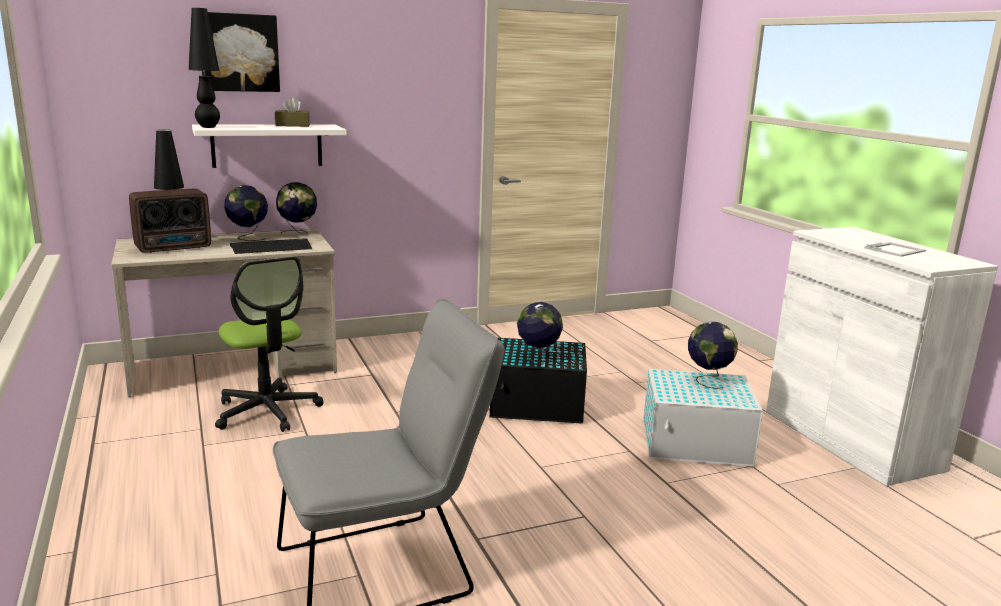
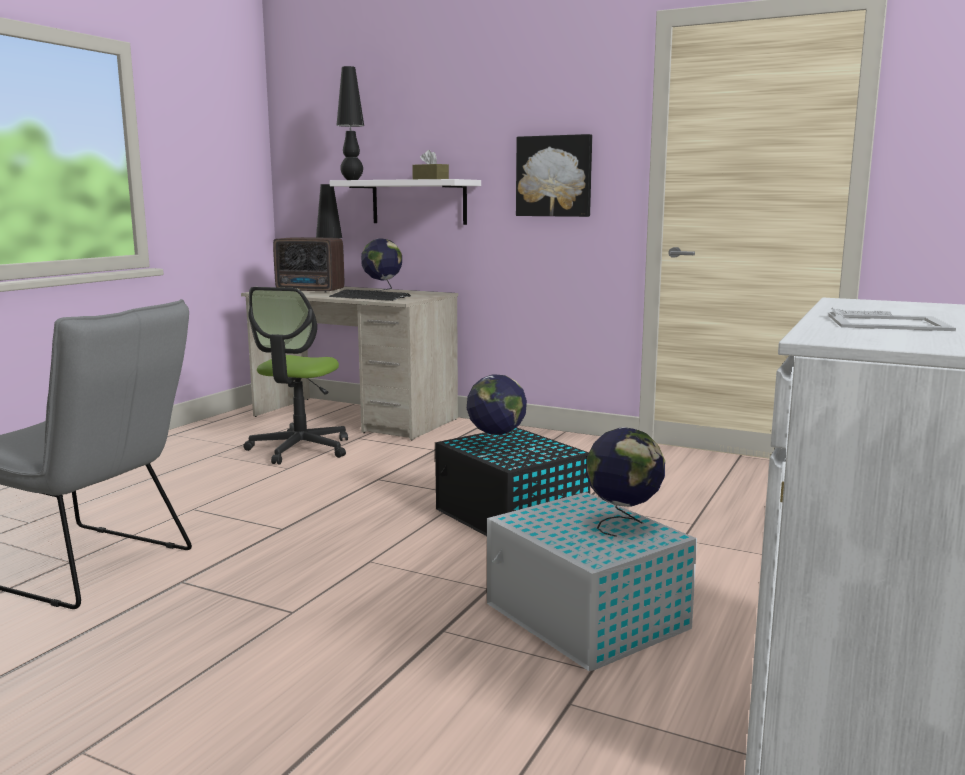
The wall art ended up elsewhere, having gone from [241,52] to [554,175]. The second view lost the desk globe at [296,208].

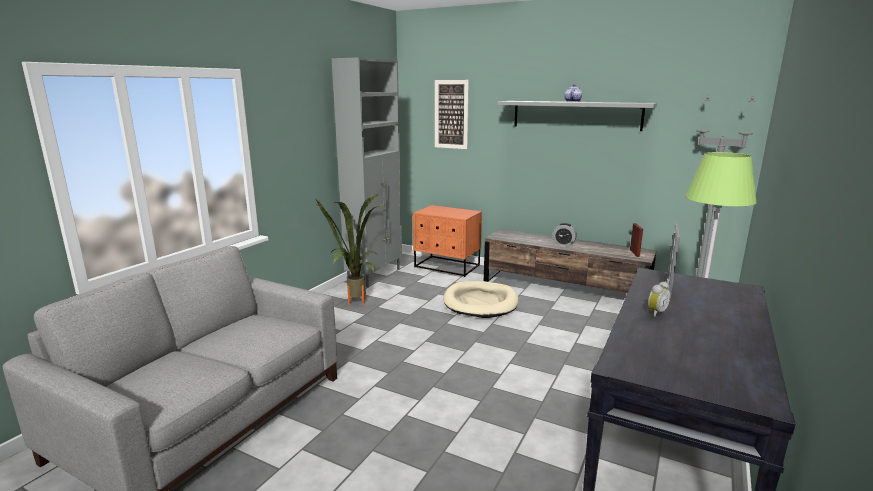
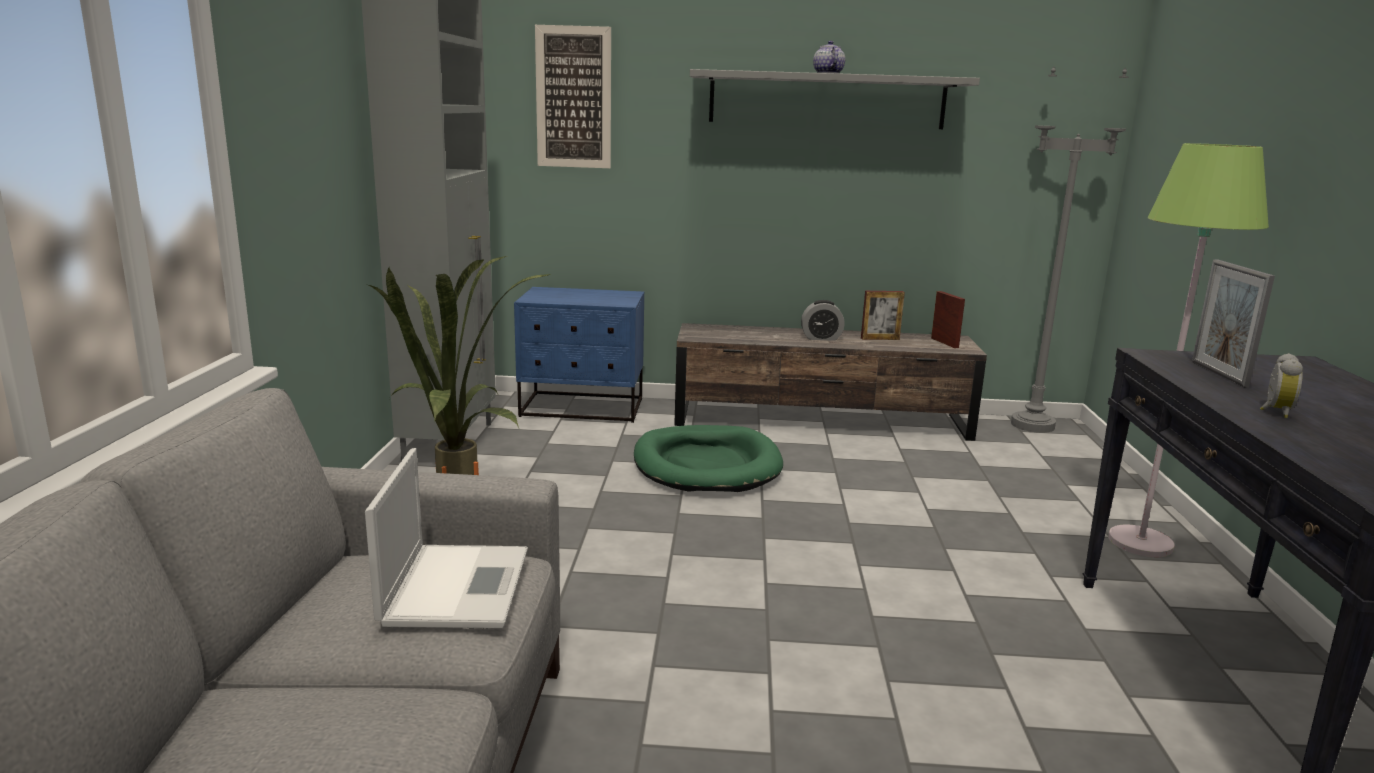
What was the orange bedside table at [447,241] turned into the bluish bedside table at [579,355]. What was the sand-coloured dog bed at [481,299] turned into the greenish dog bed at [708,458]. The second view gained the photo frame at [883,315]. The second view gained the notebook computer at [446,538].

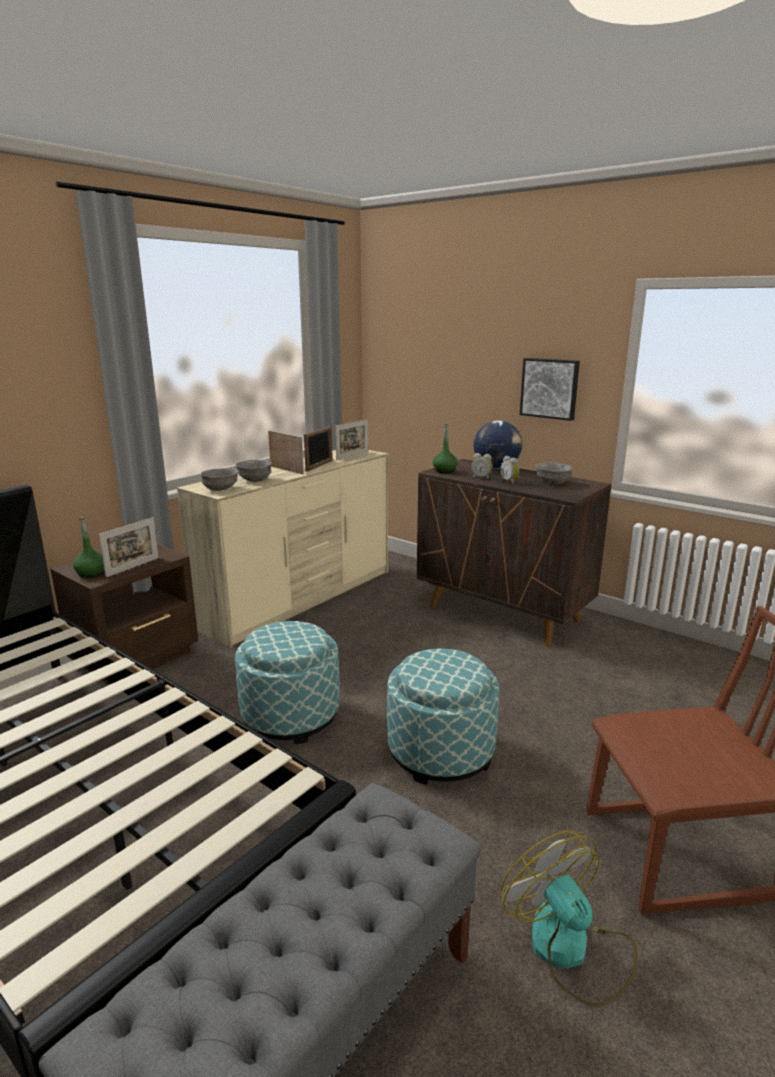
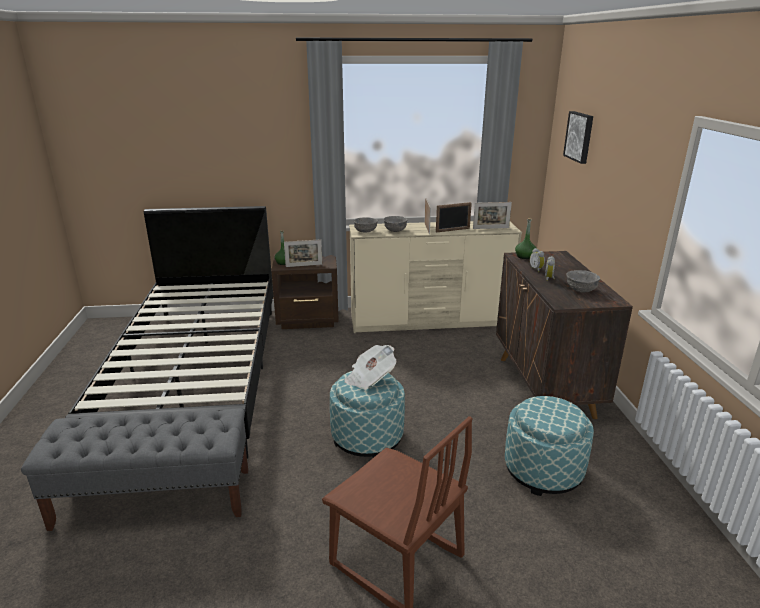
The wall art ended up elsewhere, having gone from [550,389] to [578,137]. The second view lost the desk globe at [498,444]. The pouffe ended up elsewhere, having gone from [287,682] to [549,446]. The second view lost the electric fan at [570,919]. The second view gained the printed paper at [370,367].

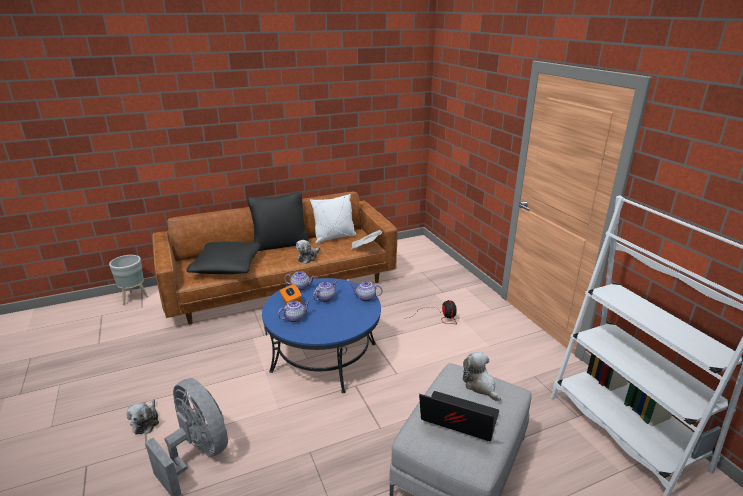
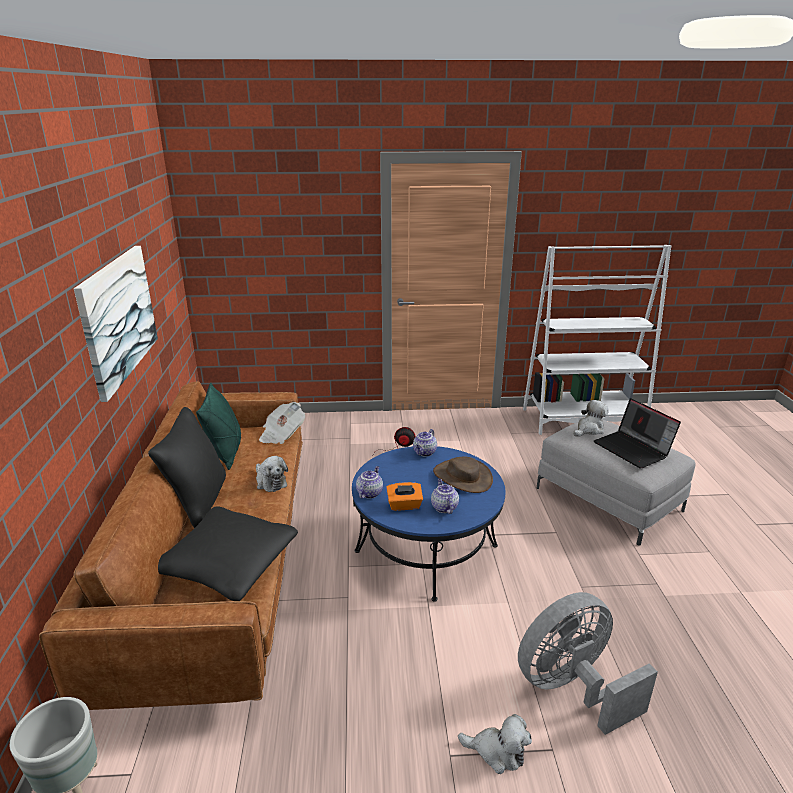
What was the white-coloured pillow at [333,219] turned into the greenish pillow at [218,426]. The second view lost the tea pot at [325,291]. The soft toy at [481,377] ended up facing another way, 150 degrees clockwise from before. The notebook computer at [459,416] ended up facing another way, 75 degrees counterclockwise from before. The second view gained the wall art at [116,324]. The second view gained the brownish wearable hat at [463,475].

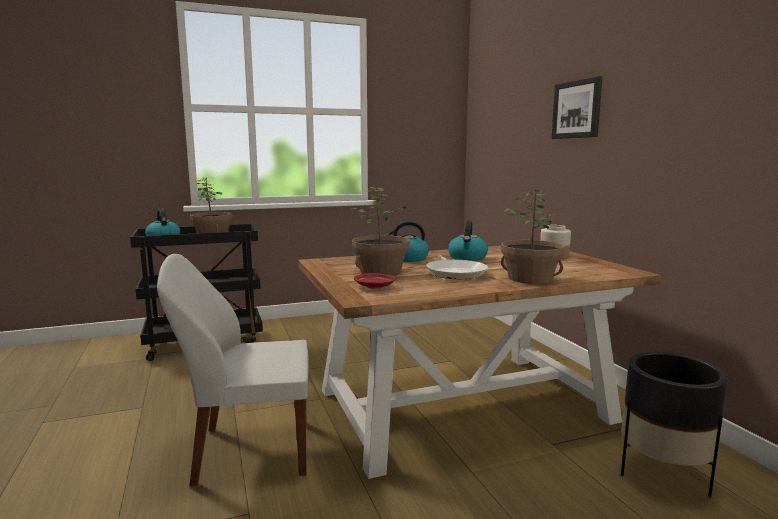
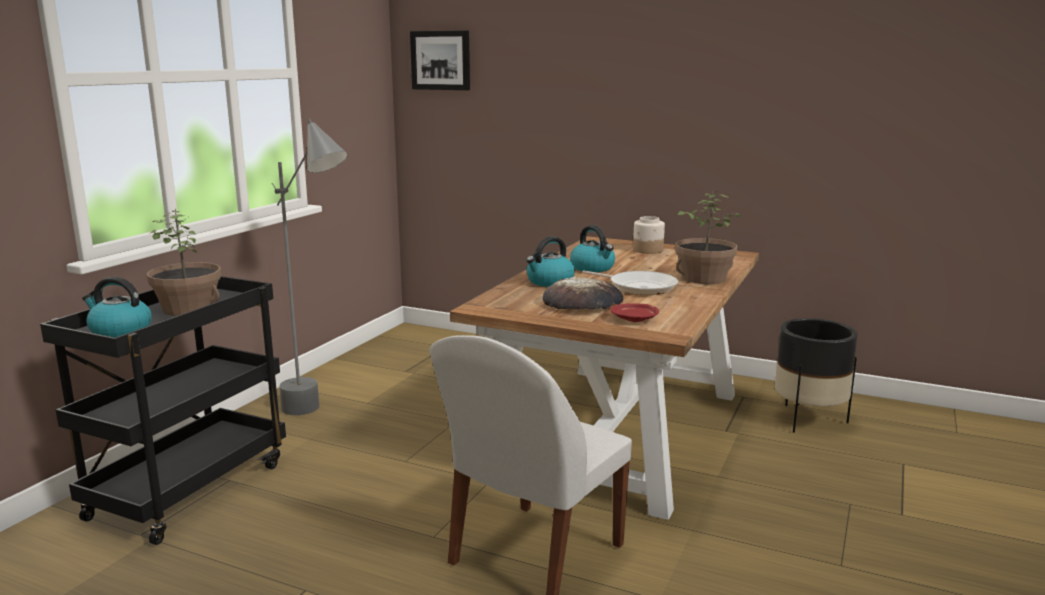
The wall art ended up elsewhere, having gone from [577,107] to [440,60]. Where the plant in a pot stood at [380,231], the baked bread came to stand at [582,293]. The second view gained the grey floor lamp at [310,266].

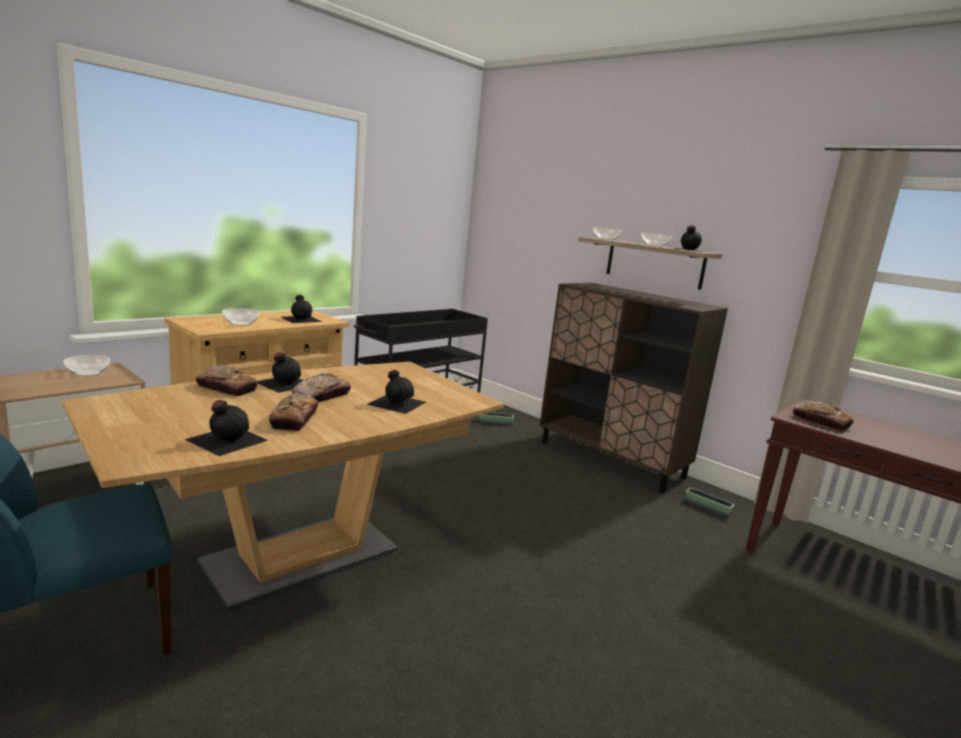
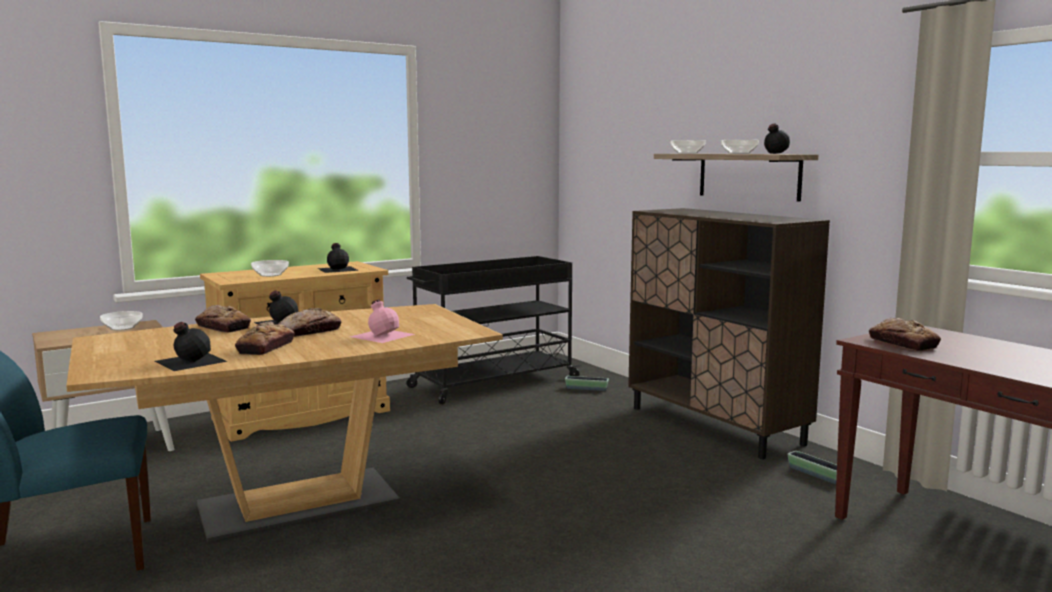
What was the blackish drink bottle at [396,391] turned into the pinkish drink bottle at [382,321].

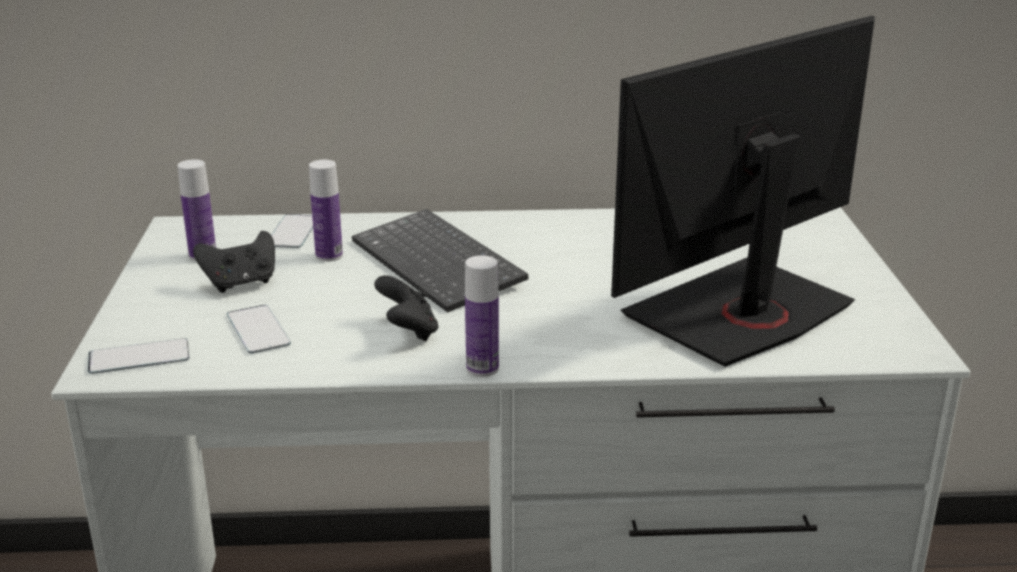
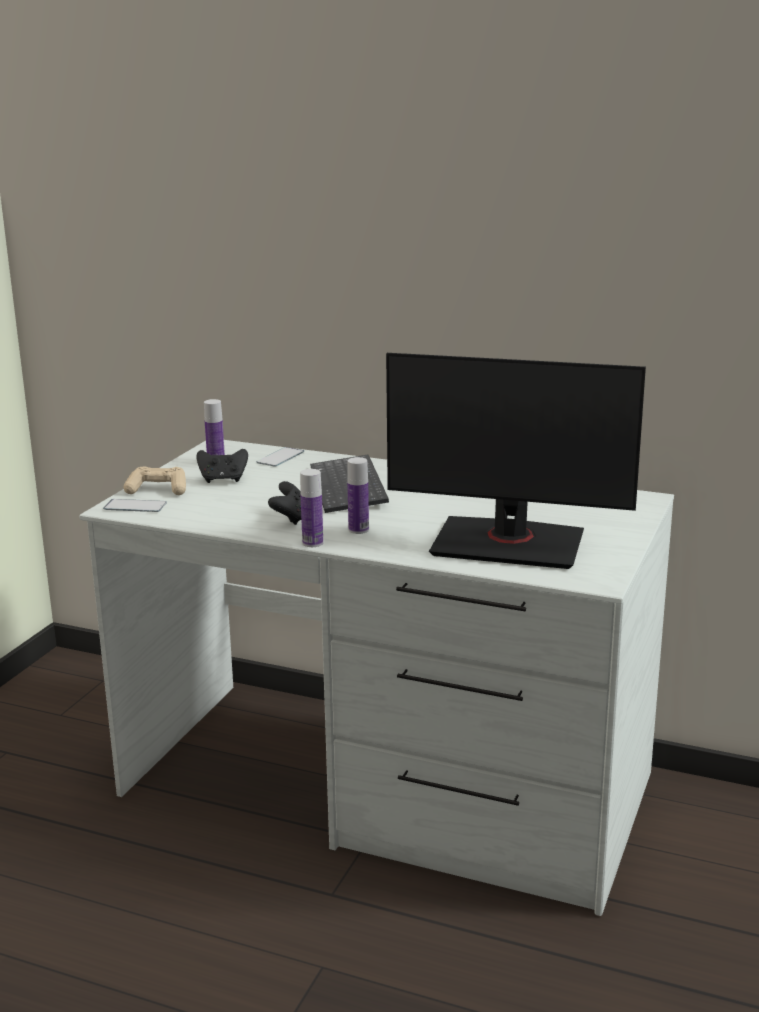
The computer screen at [743,191] ended up facing another way, 150 degrees counterclockwise from before. The drink bottle ended up elsewhere, having gone from [326,211] to [358,495]. The second view lost the phone at [259,329]. The second view gained the sand-coloured gamepad at [154,481].

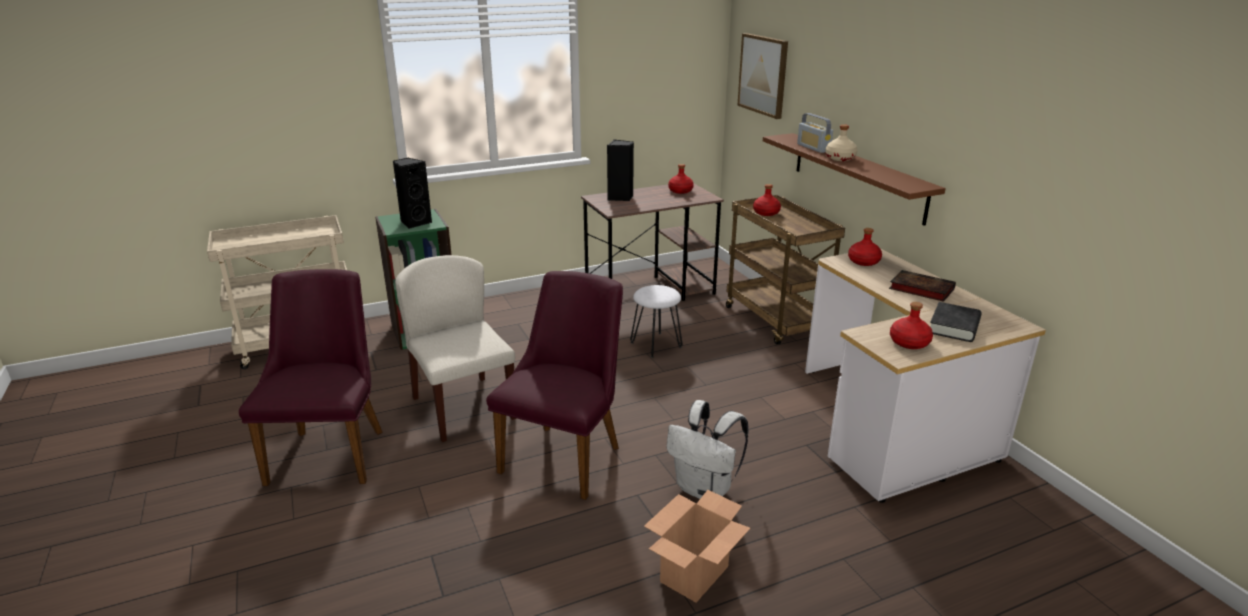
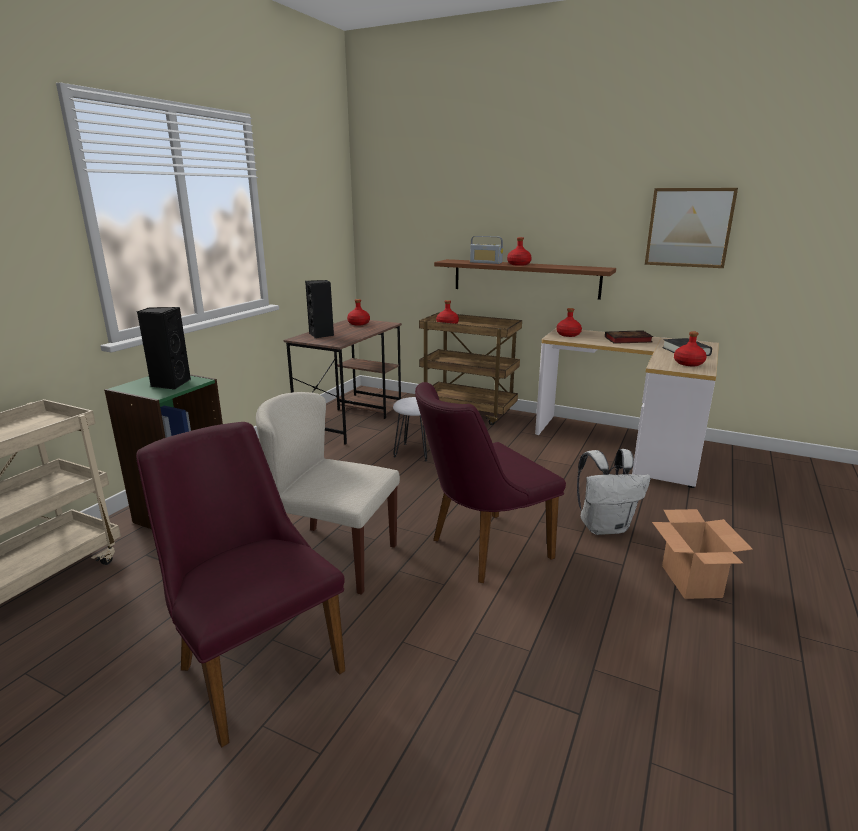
The wall art ended up elsewhere, having gone from [762,76] to [691,228]. What was the sand-coloured drink bottle at [841,142] turned into the red-coloured drink bottle at [519,251]. The purple-coloured upright chair at [554,385] ended up facing another way, 105 degrees counterclockwise from before.

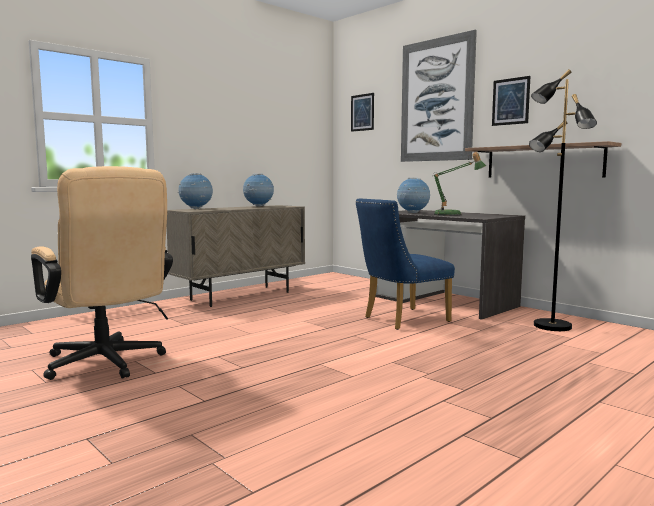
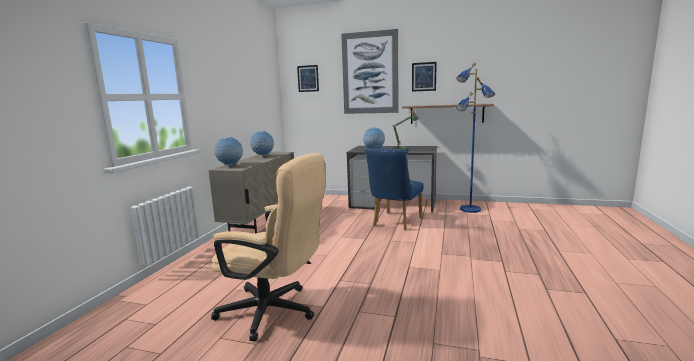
What was the blackish floor lamp at [563,200] turned into the bluish floor lamp at [475,138].

